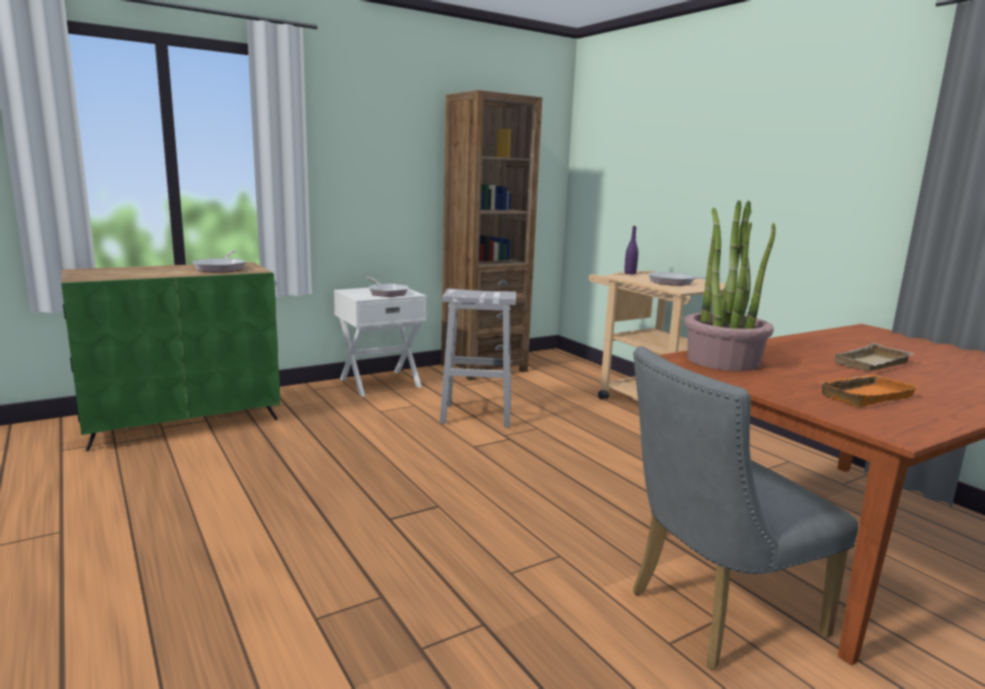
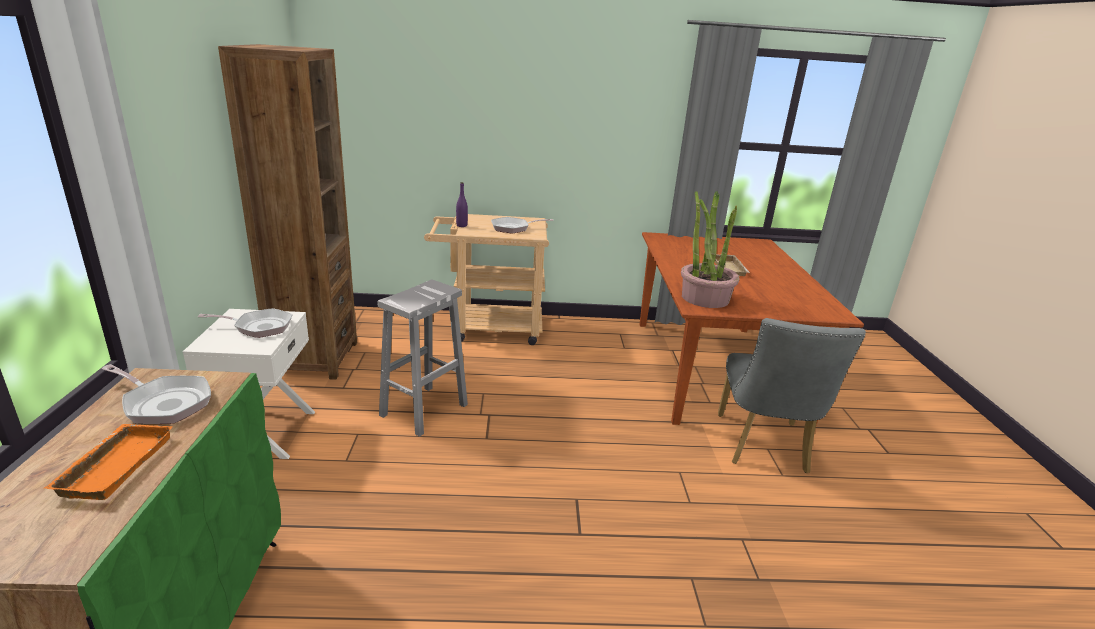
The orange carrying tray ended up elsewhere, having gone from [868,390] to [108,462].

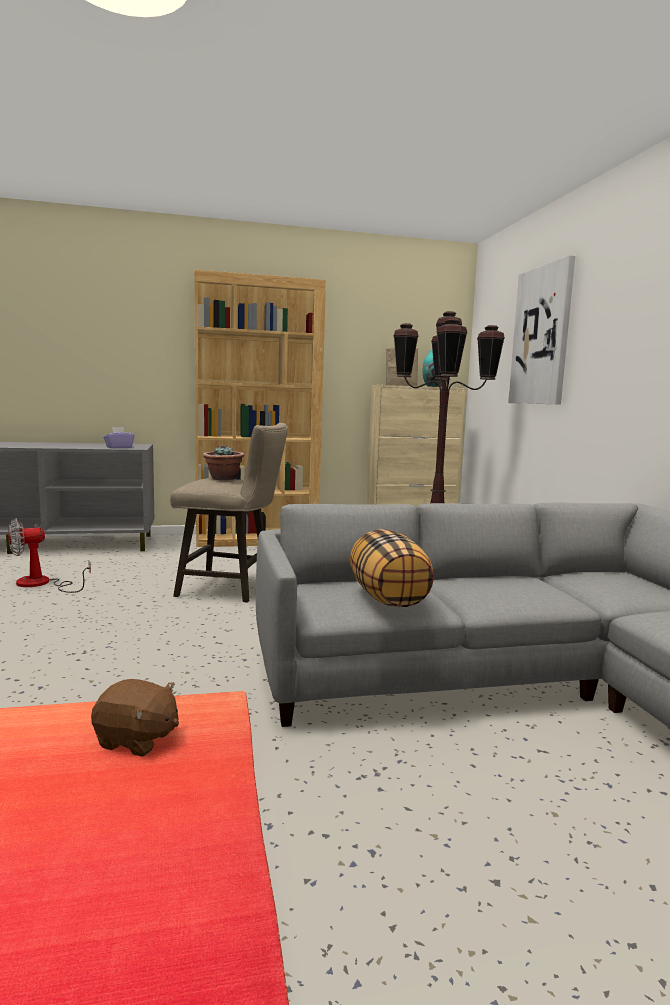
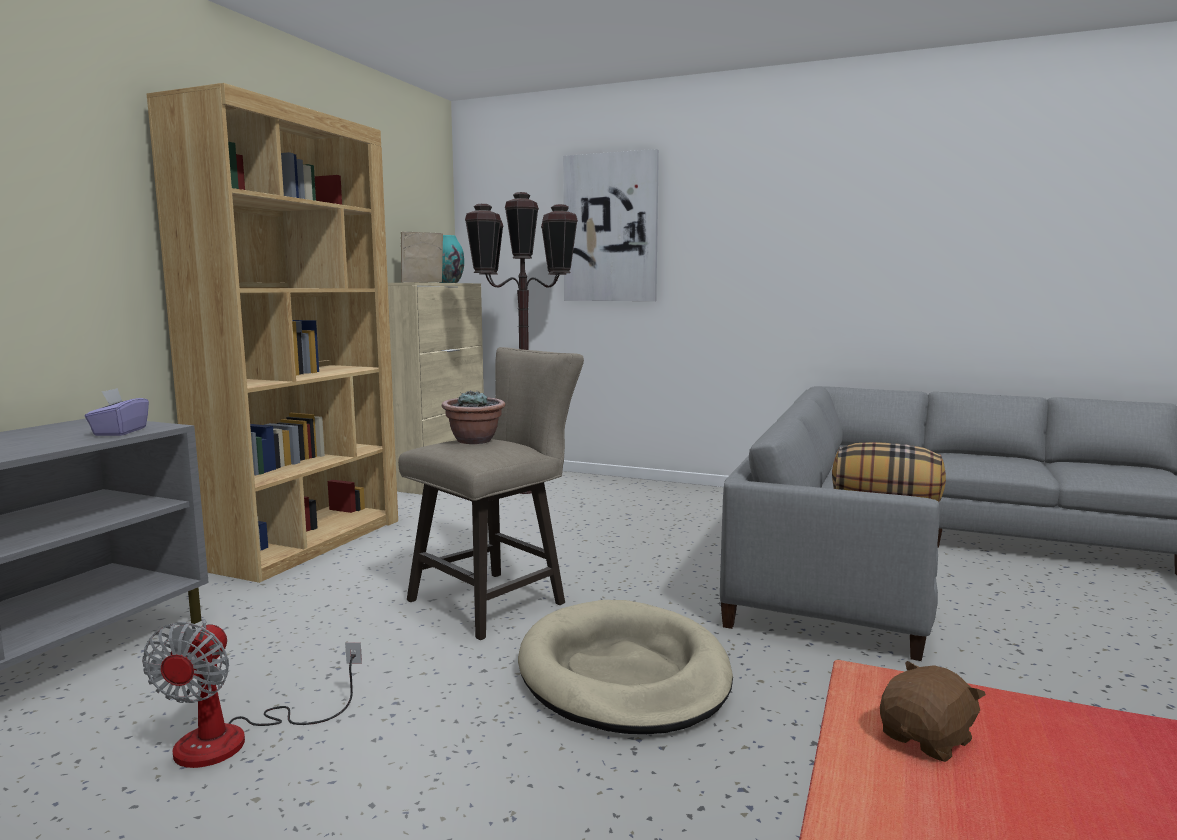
The second view gained the sand-coloured dog bed at [625,667].

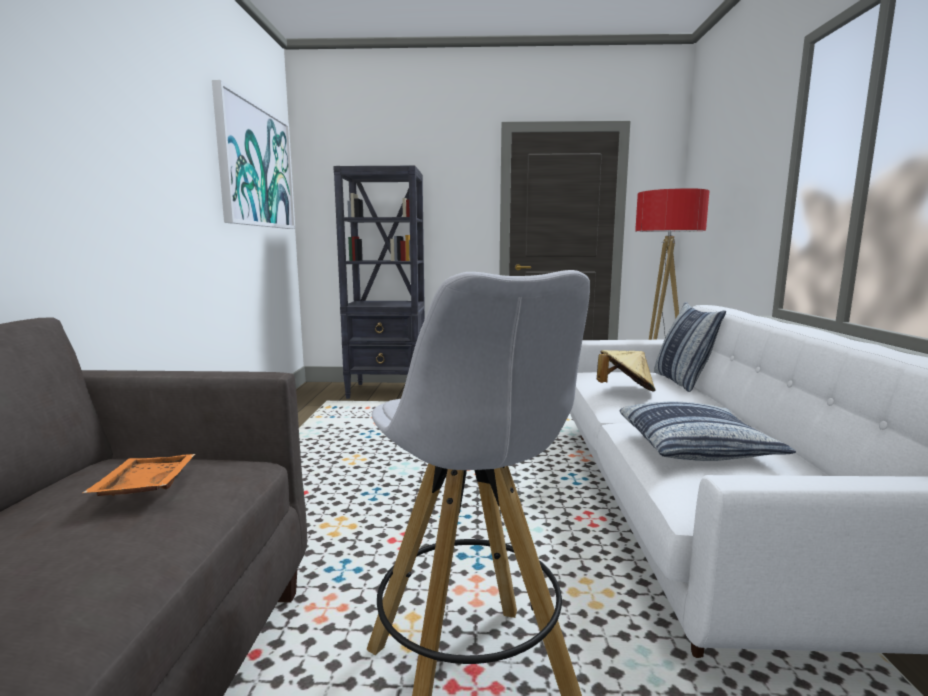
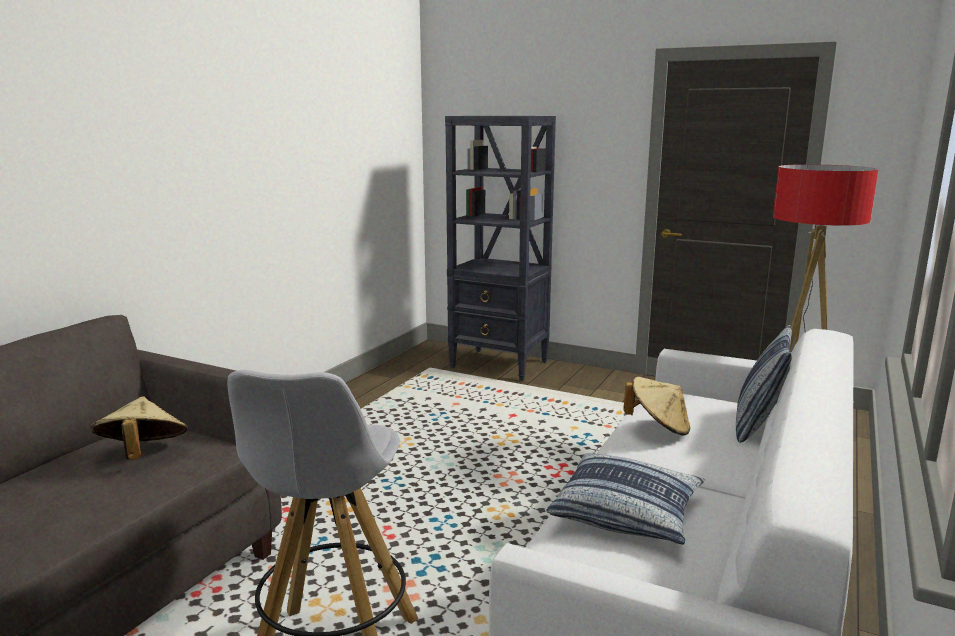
The second view lost the wall art at [253,154]. Where the orange carrying tray stood at [138,475], the sand-coloured wearable hat came to stand at [139,428].

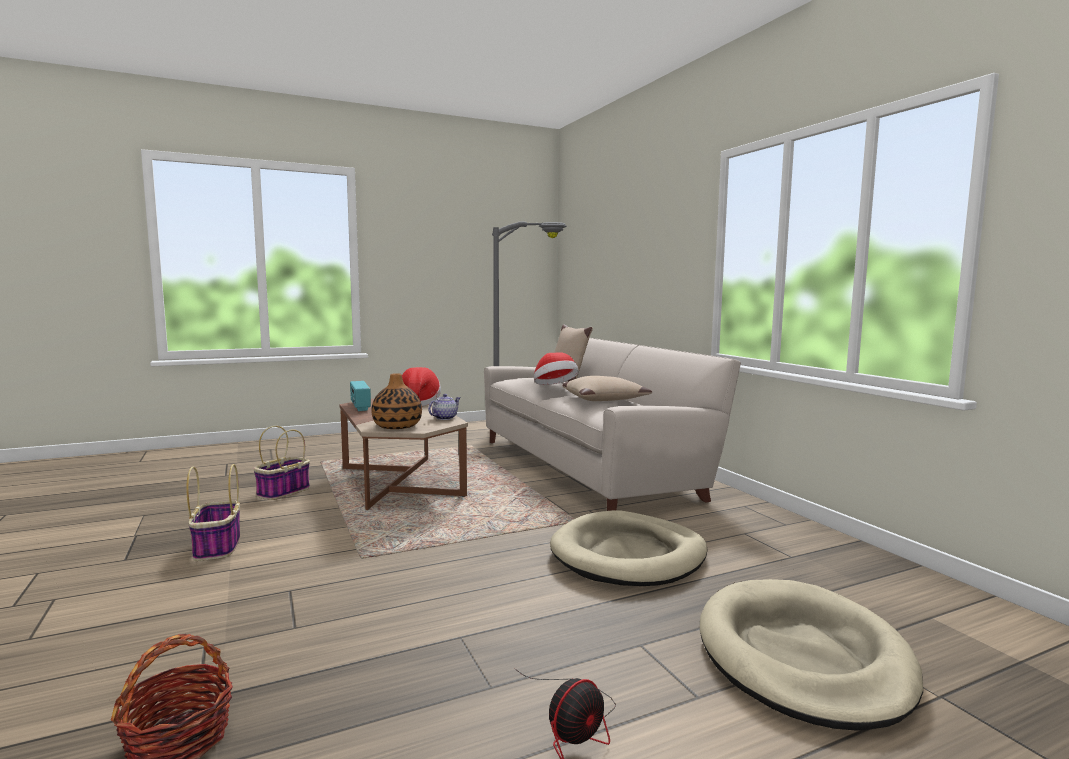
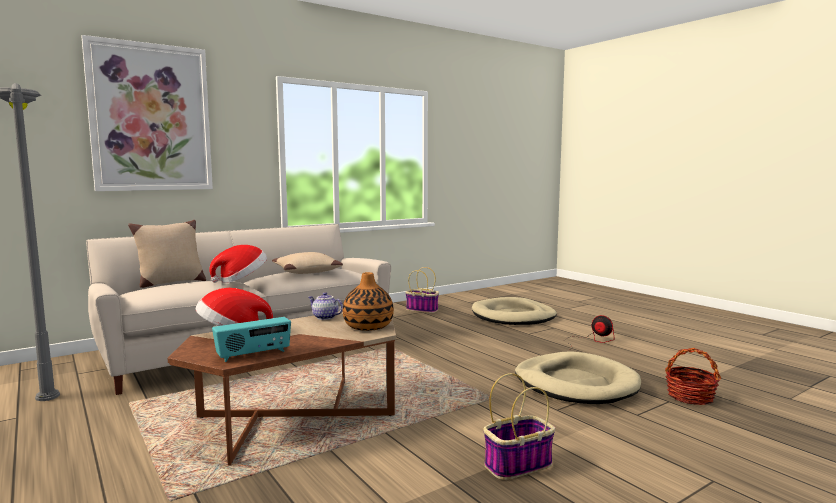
The basket ended up elsewhere, having gone from [281,463] to [422,290]. The sand-coloured dog bed ended up elsewhere, having gone from [628,548] to [578,377]. The second view gained the wall art at [147,113].

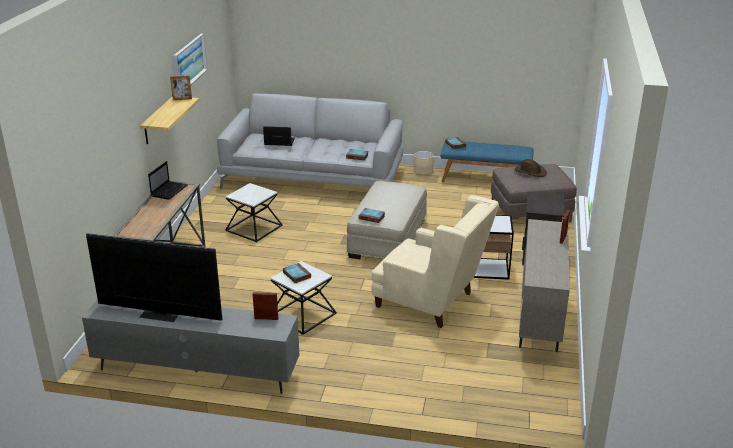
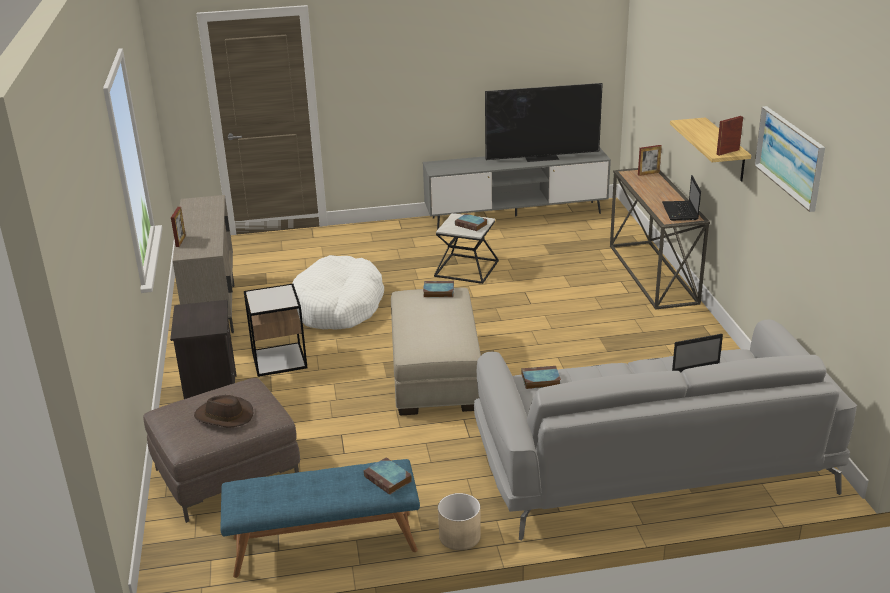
The second view lost the side table at [254,212]. Where the sand-coloured armchair stood at [435,261], the white-coloured dog bed came to stand at [338,292]. The photo frame ended up elsewhere, having gone from [265,306] to [650,160].

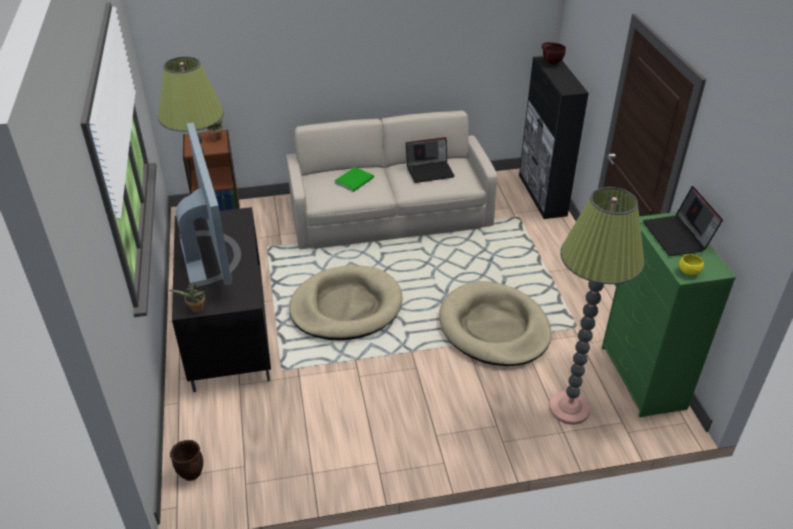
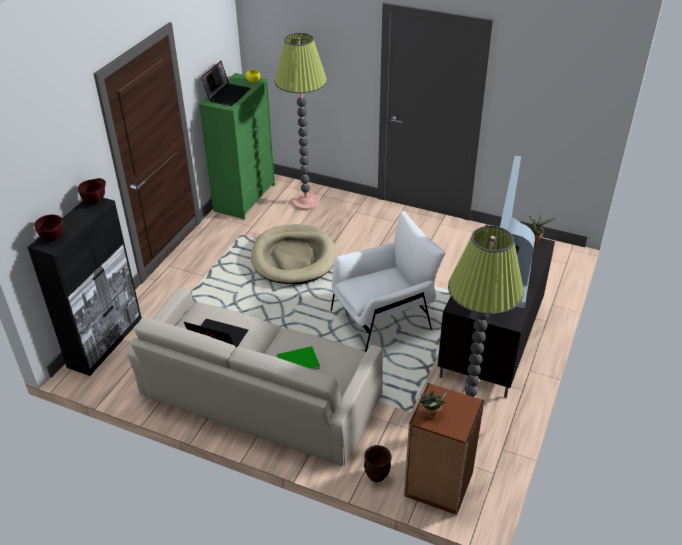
Where the sand-coloured dog bed stood at [346,303], the white-coloured armchair came to stand at [387,281]. The brownish flower pot ended up elsewhere, having gone from [186,460] to [377,463]. The second view gained the brownish bowl at [92,191].

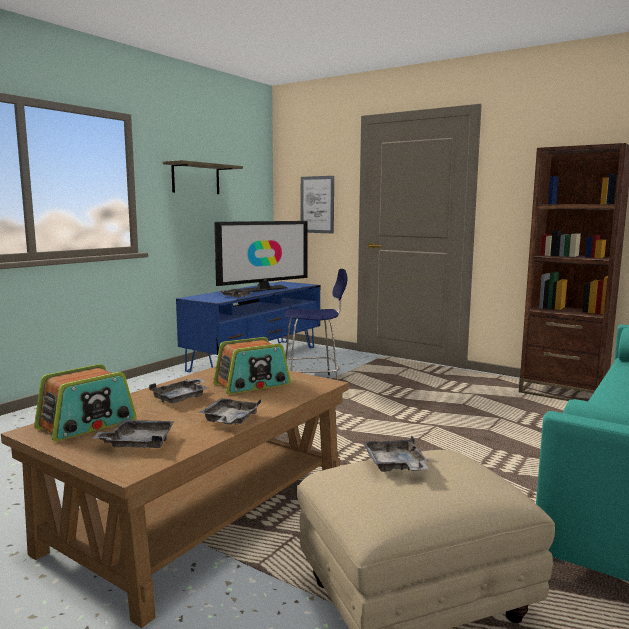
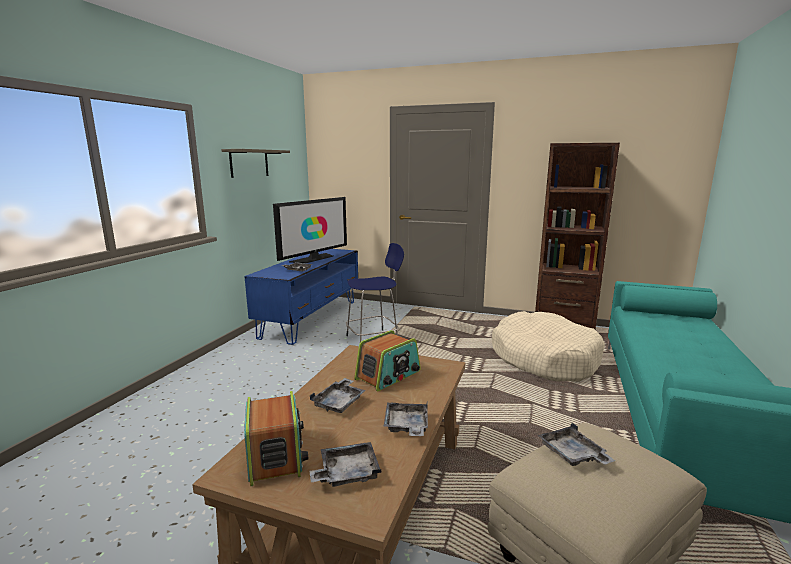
The second view lost the wall art at [317,204]. The radio set at [85,403] ended up facing another way, 45 degrees counterclockwise from before. The second view gained the sand-coloured dog bed at [548,346].

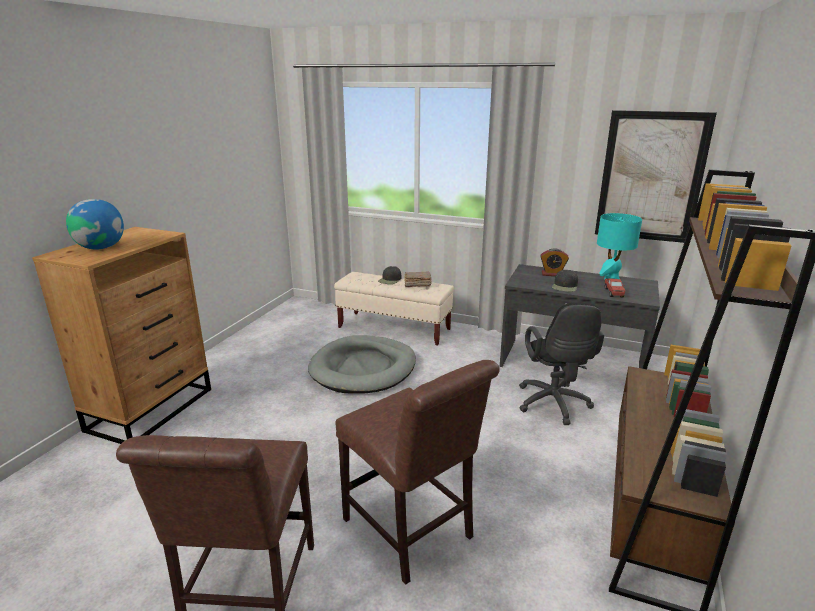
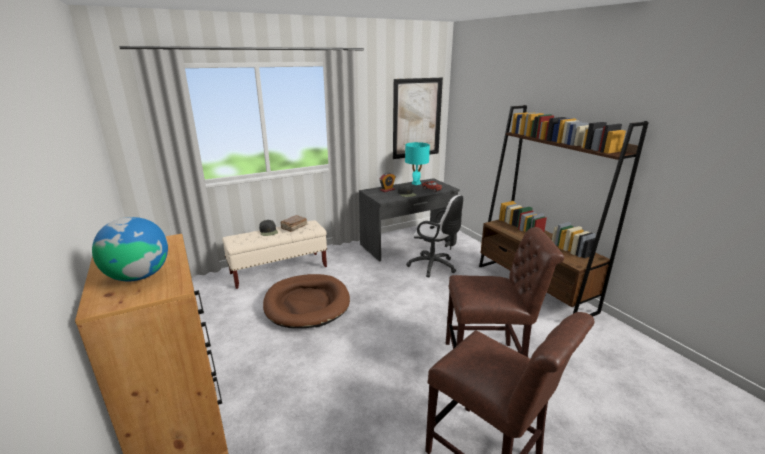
What was the blackish office chair at [561,363] turned into the white-coloured office chair at [434,236]. What was the grey dog bed at [362,364] turned into the brownish dog bed at [306,301].

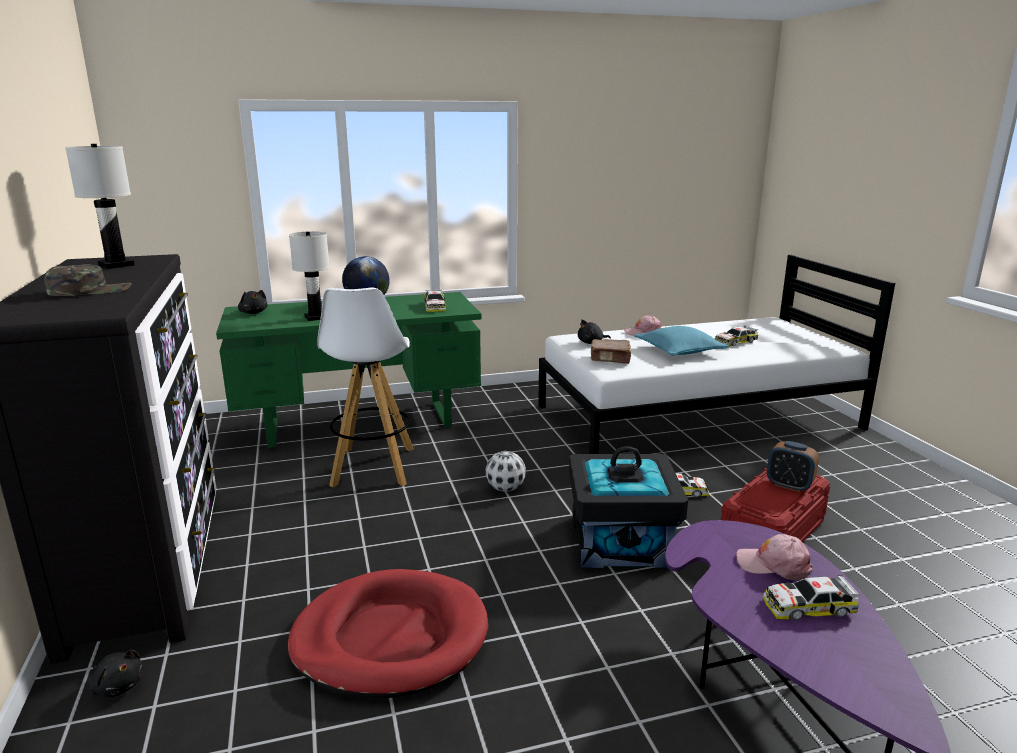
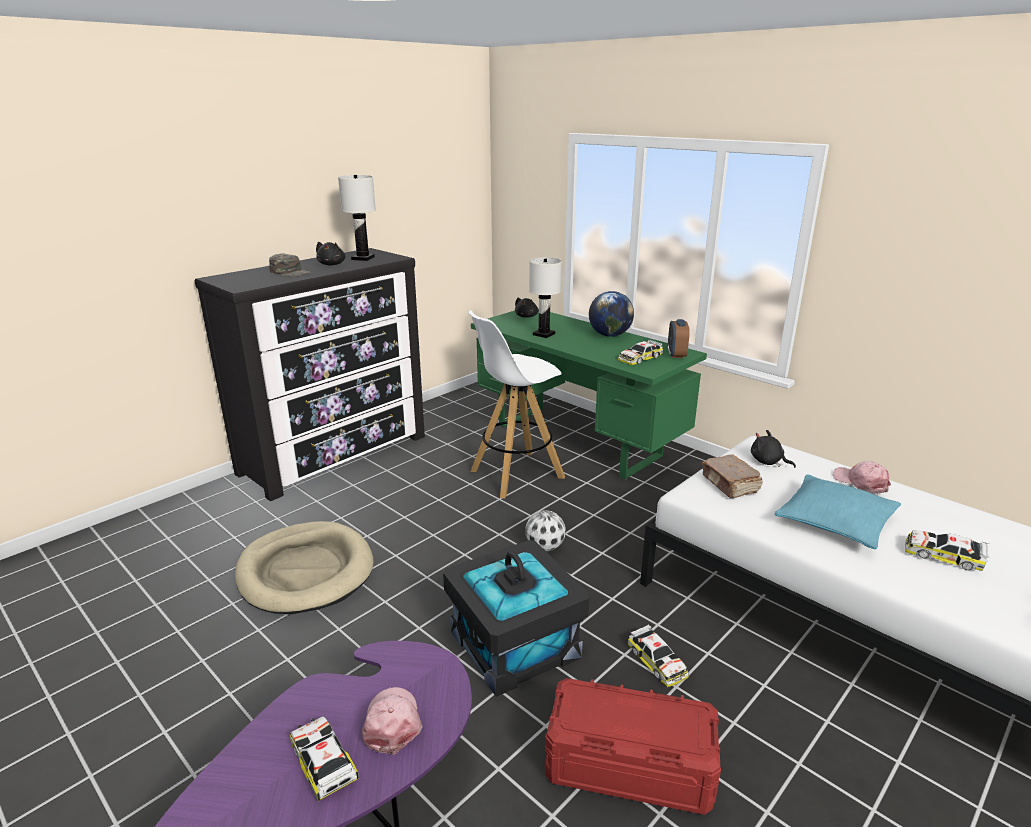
The bedside clock ended up elsewhere, having gone from [793,466] to [679,338]. What was the red-coloured dog bed at [387,633] turned into the sand-coloured dog bed at [304,567]. The blackish soft toy ended up elsewhere, having gone from [116,673] to [331,253].

